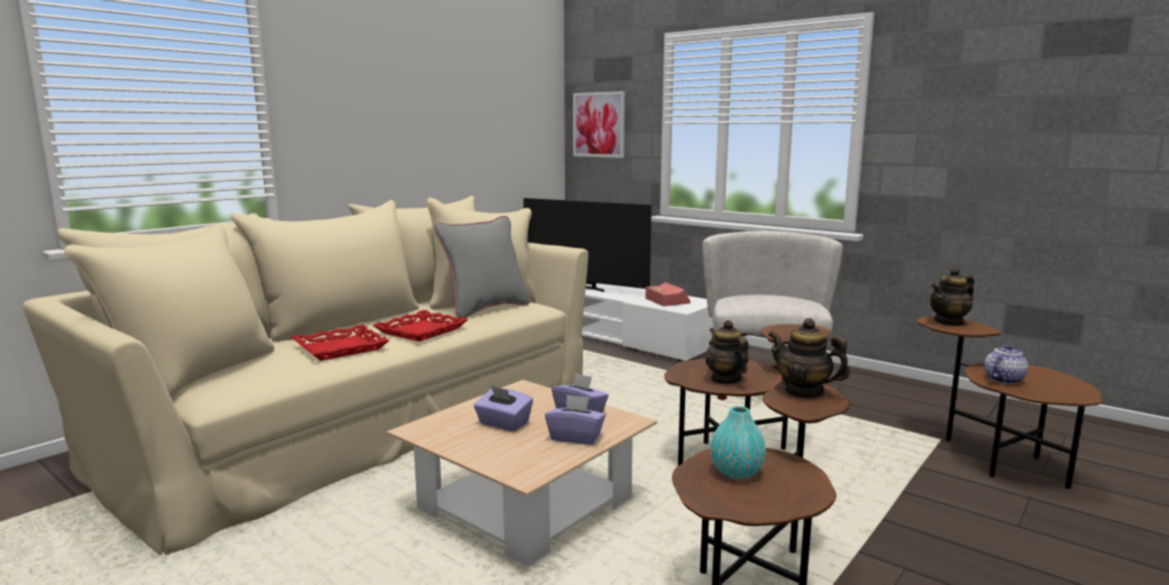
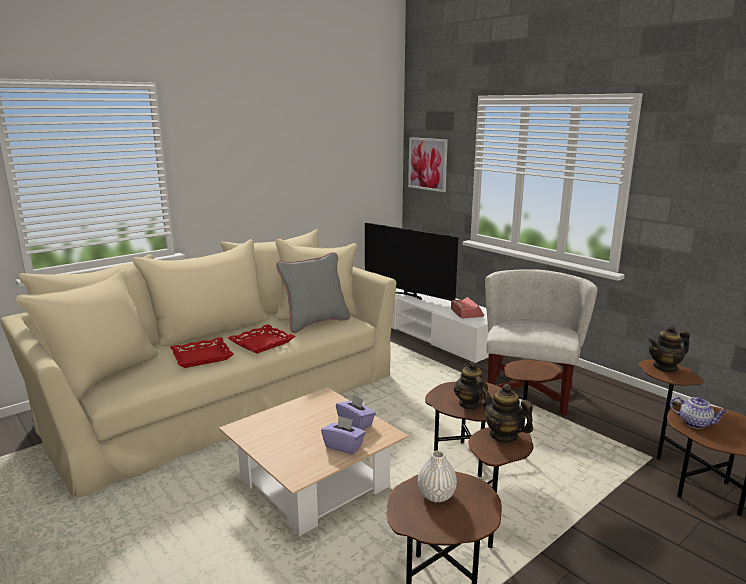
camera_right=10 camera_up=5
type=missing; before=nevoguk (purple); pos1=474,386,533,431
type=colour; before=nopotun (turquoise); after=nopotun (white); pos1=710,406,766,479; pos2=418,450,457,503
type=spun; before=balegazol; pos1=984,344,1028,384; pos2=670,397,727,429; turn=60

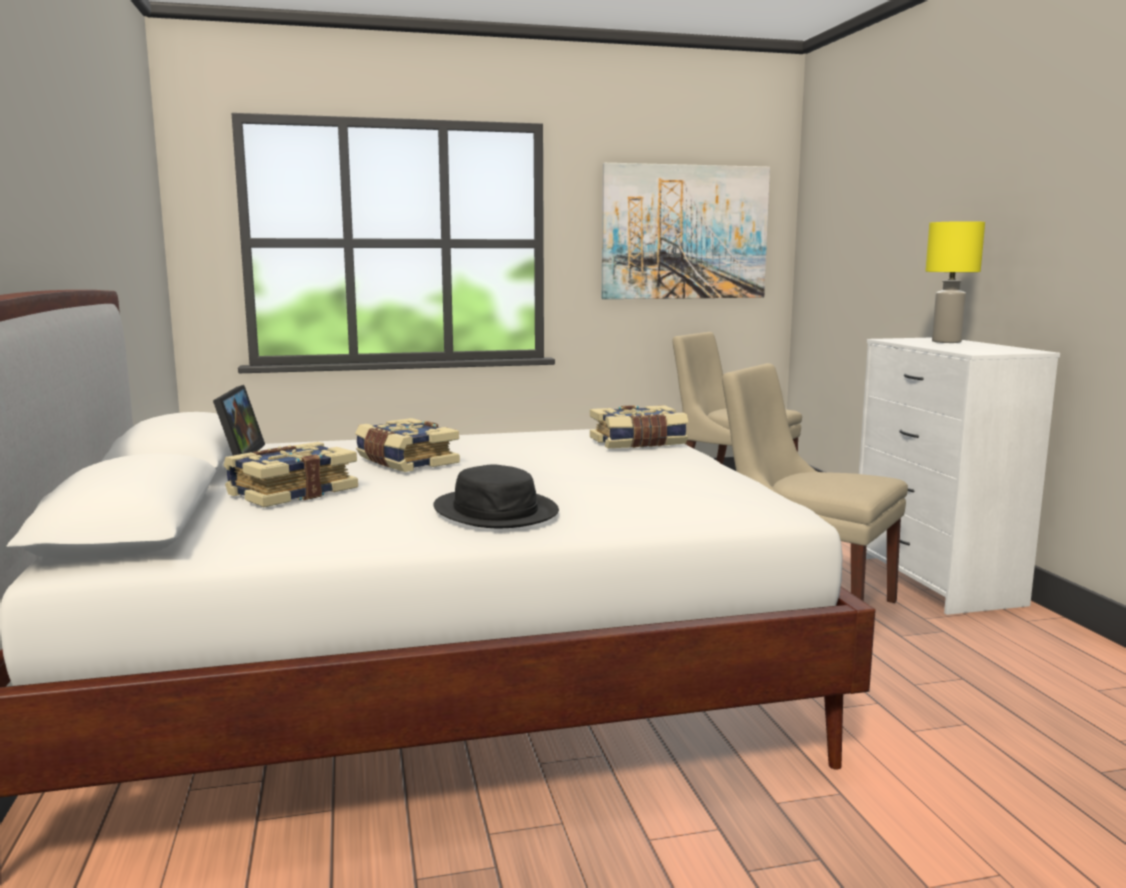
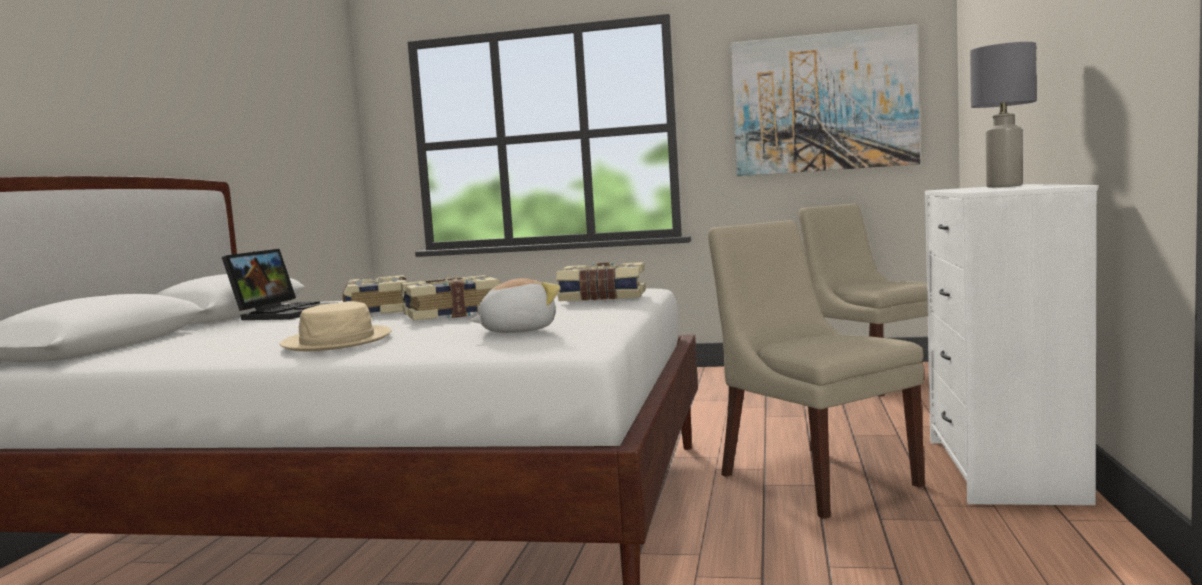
camera_right=25 camera_up=-5
type=relocated; before=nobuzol; pos1=224,442,358,507; pos2=401,275,500,321
type=colour; before=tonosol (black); after=tonosol (beige); pos1=433,464,559,528; pos2=280,301,392,351
type=colour; before=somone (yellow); after=somone (grey); pos1=925,221,985,343; pos2=970,42,1036,188
type=appeared; after=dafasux; pos2=470,278,561,333

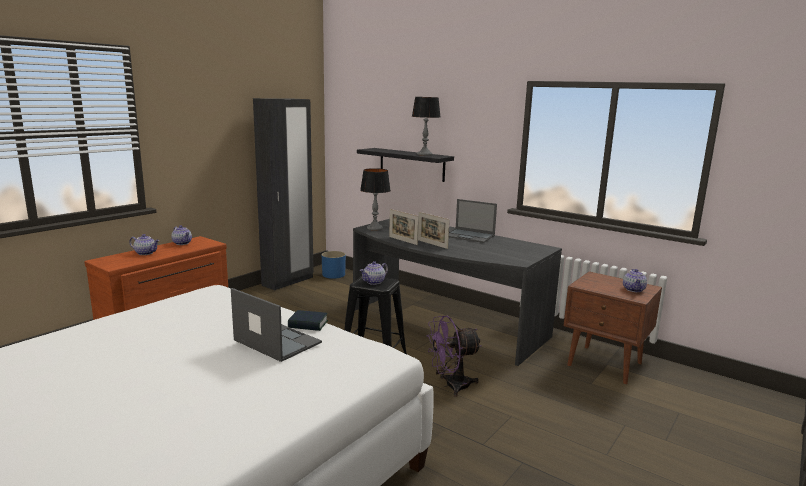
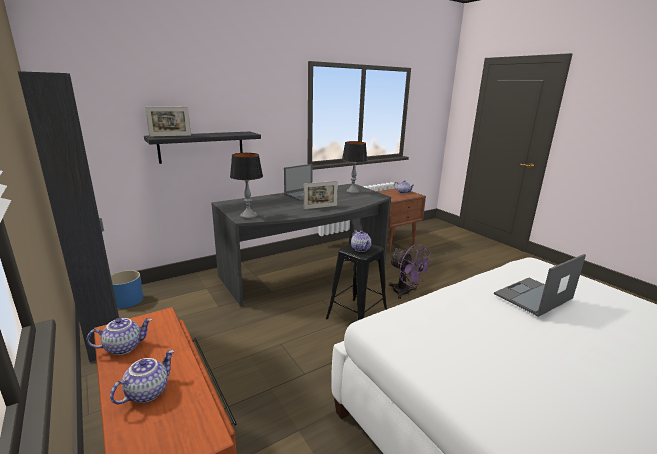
camera_right=-70 camera_up=5
type=missing; before=nobuzol; pos1=288,310,328,331
type=relocated; before=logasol; pos1=389,209,419,245; pos2=145,107,191,136
type=relocated; before=somone; pos1=412,97,440,156; pos2=342,141,367,194
type=spun; before=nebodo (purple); pos1=426,316,482,397; pos2=389,244,432,299; turn=-45

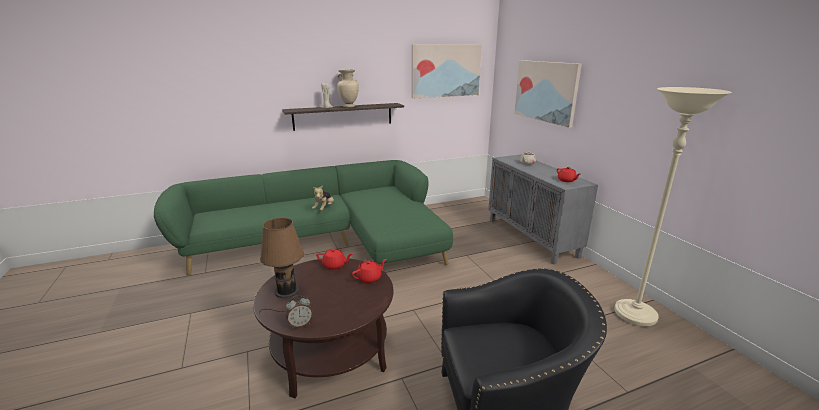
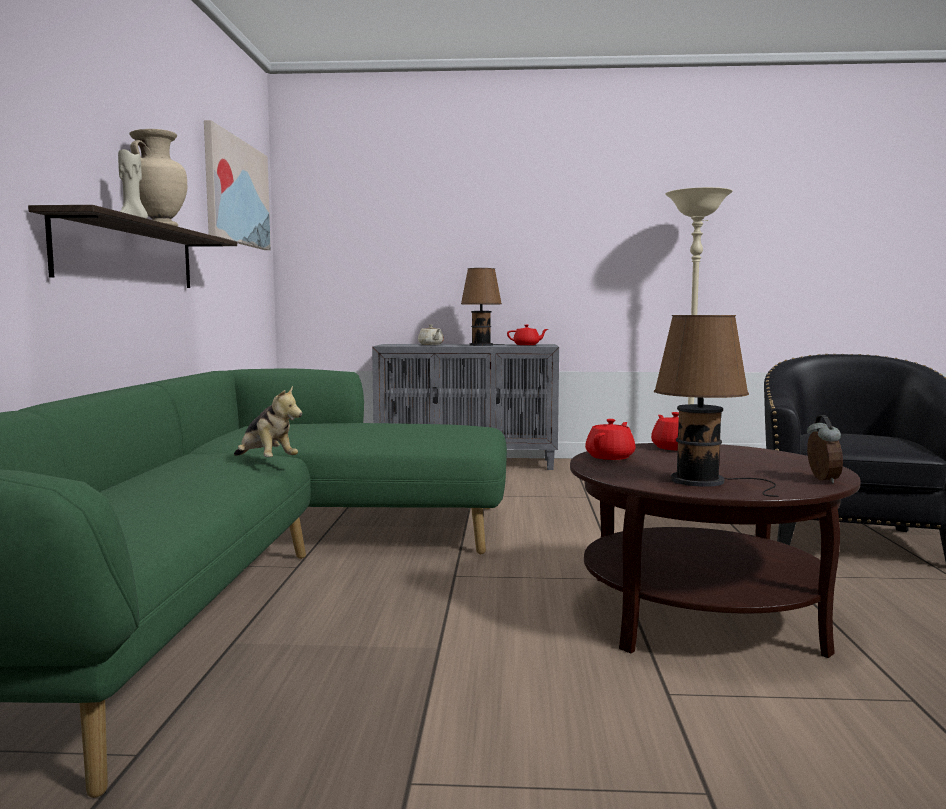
camera_right=-65 camera_up=-15
type=missing; before=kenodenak; pos1=514,60,582,128
type=appeared; after=somone (brown); pos2=461,268,503,346

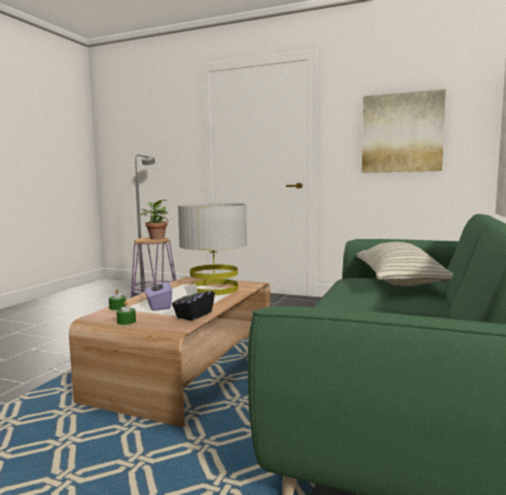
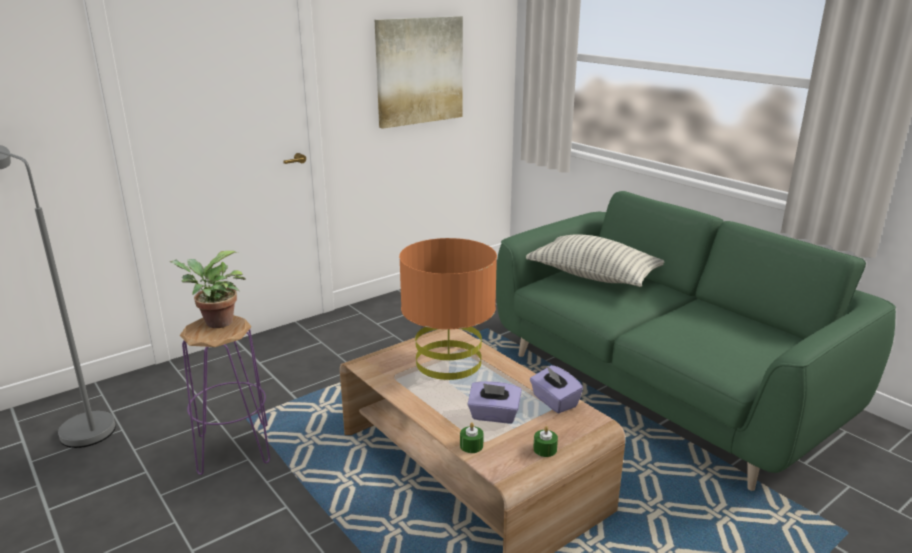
camera_right=-60 camera_up=15
type=colour; before=nevoguk (black); after=nevoguk (purple); pos1=172,283,215,320; pos2=530,365,583,413
type=colour; before=somone (grey); after=somone (orange); pos1=178,203,247,295; pos2=399,238,497,380

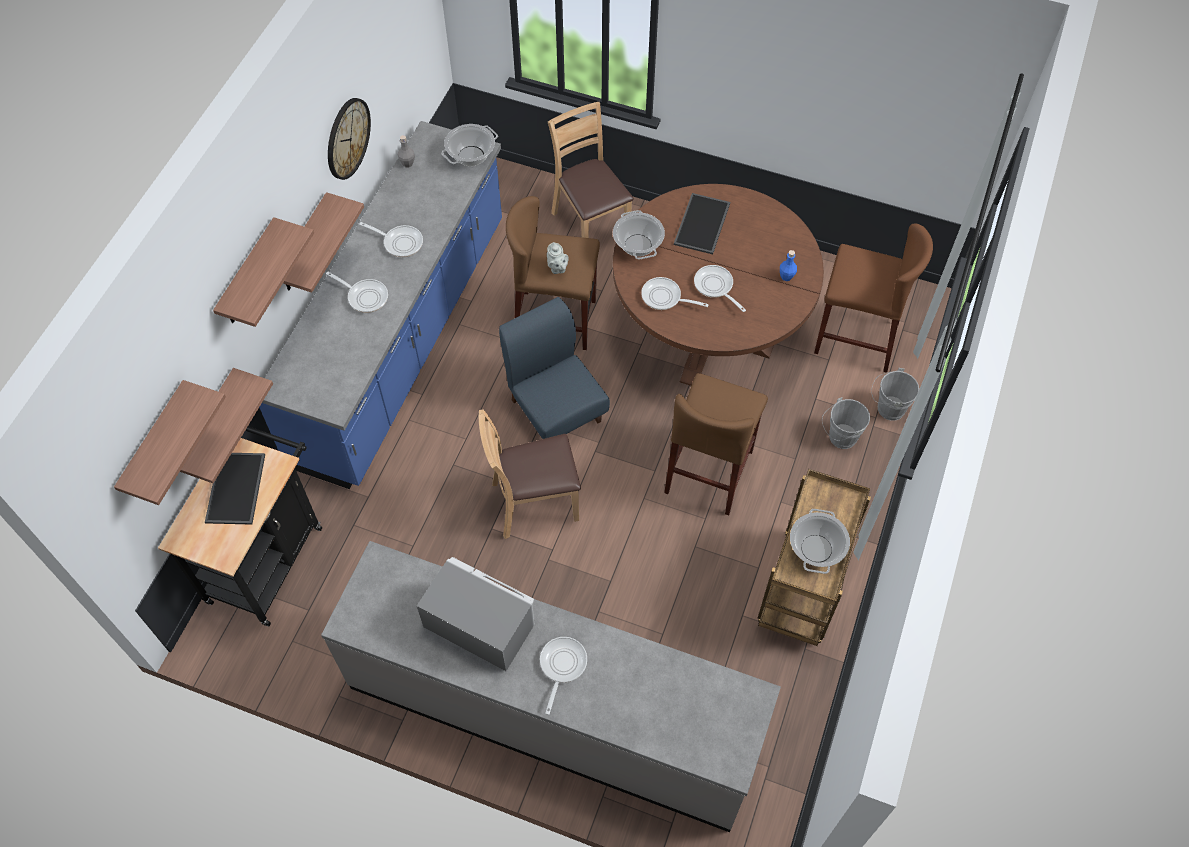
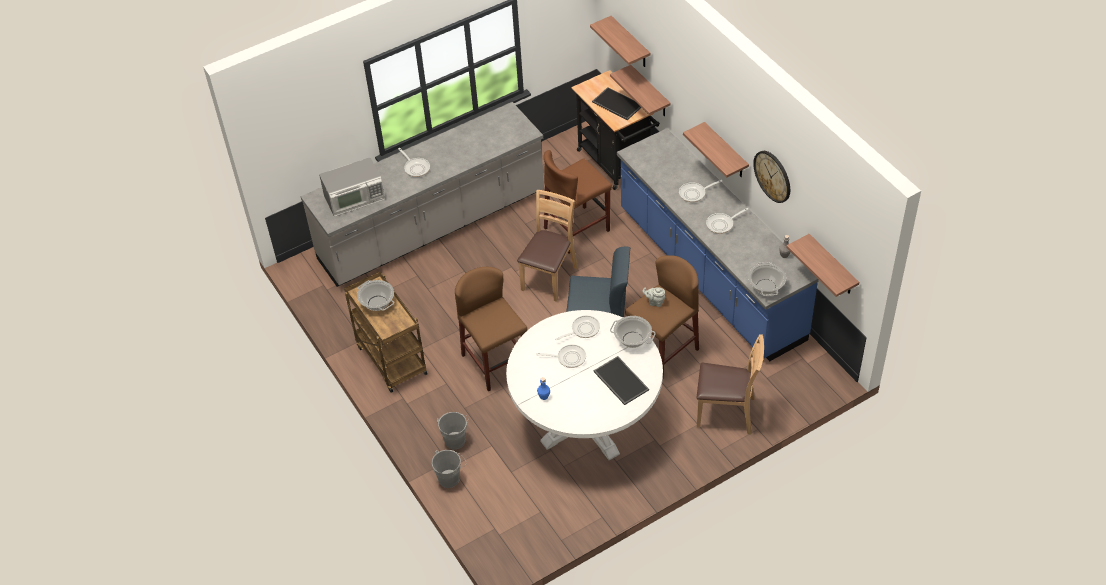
camera_right=130 camera_up=-10
type=relocated; before=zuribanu; pos1=213,217,314,327; pos2=786,234,859,297
type=relocated; before=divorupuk; pos1=417,557,535,671; pos2=319,157,385,217
type=colour; before=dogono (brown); after=dogono (white); pos1=613,184,824,386; pos2=506,310,663,460
type=relocated; before=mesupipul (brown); pos1=814,224,933,373; pos2=544,150,612,253

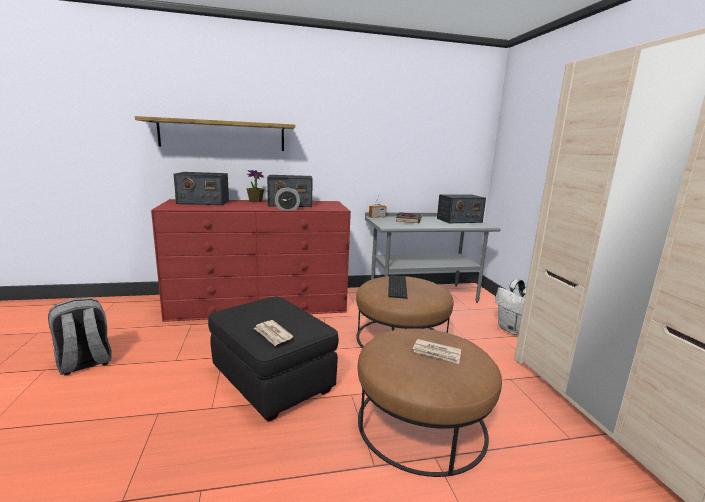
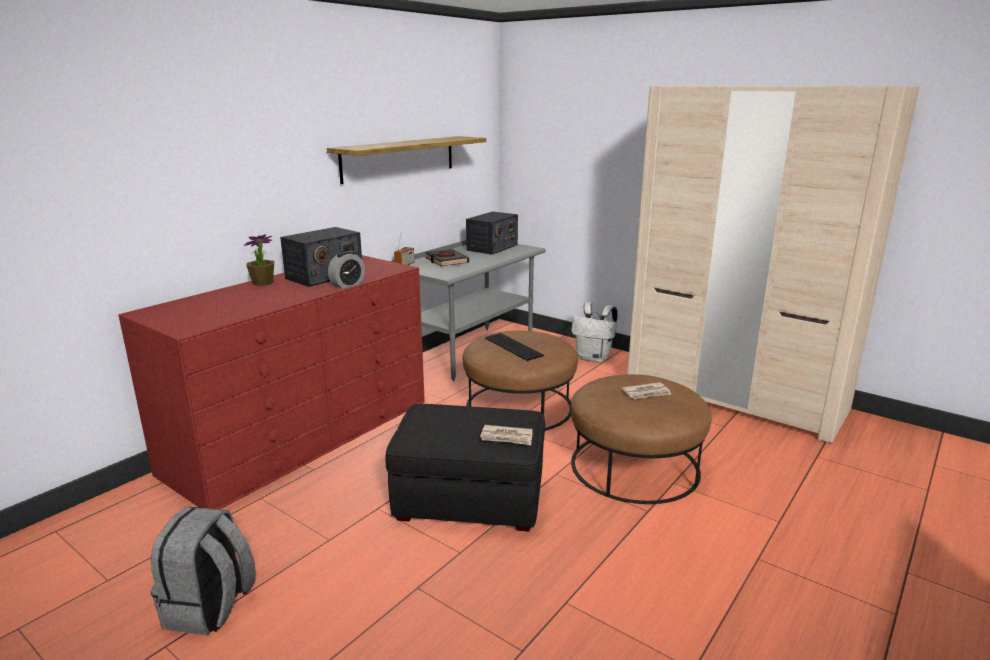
camera_right=-40 camera_up=5
type=relocated; before=zuribanu; pos1=135,116,295,151; pos2=327,136,486,184
type=missing; before=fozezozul; pos1=174,172,229,205

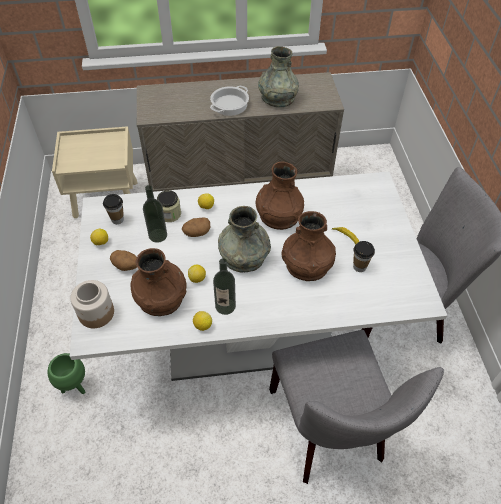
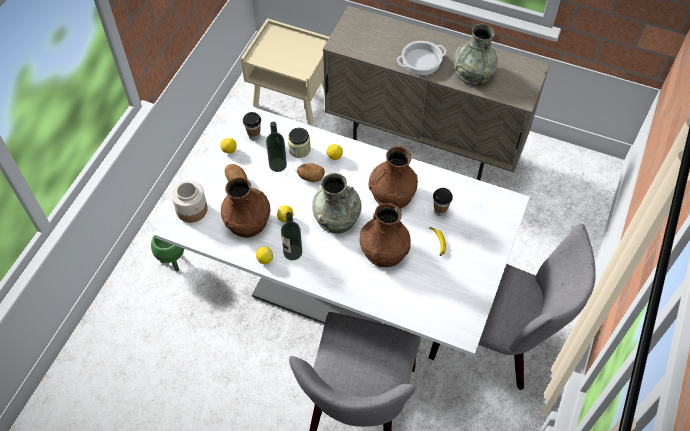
camera_right=30 camera_up=5
type=relocated; before=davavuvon; pos1=353,241,375,272; pos2=433,188,453,216

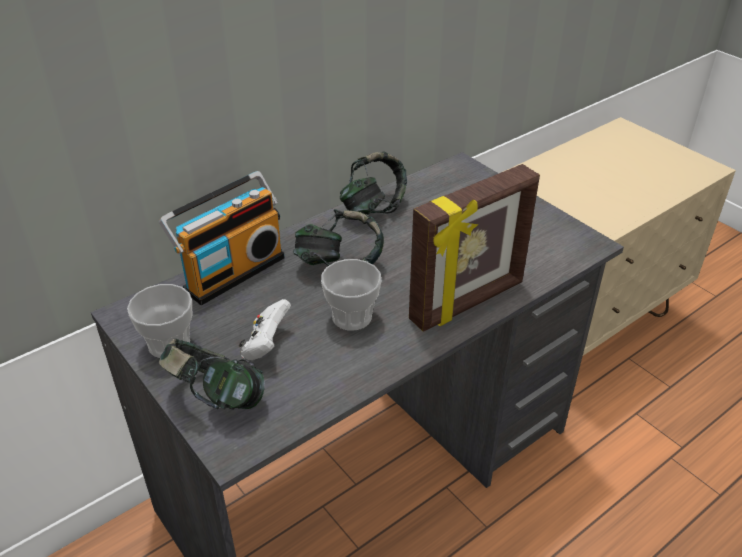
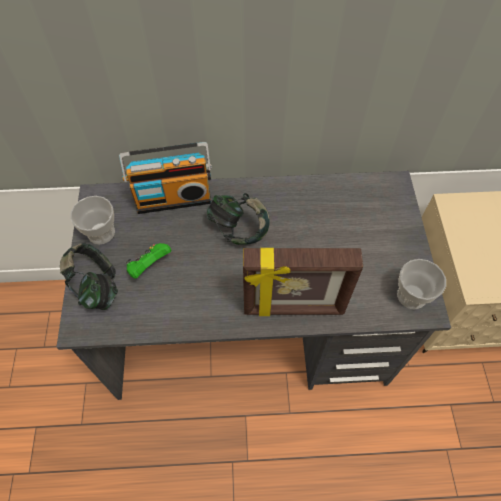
camera_right=35 camera_up=20
type=colour; before=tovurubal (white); after=tovurubal (green); pos1=239,299,291,360; pos2=126,243,172,279
type=relocated; before=davavuvon; pos1=321,259,381,331; pos2=397,259,446,310
type=missing; before=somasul; pos1=340,151,407,215

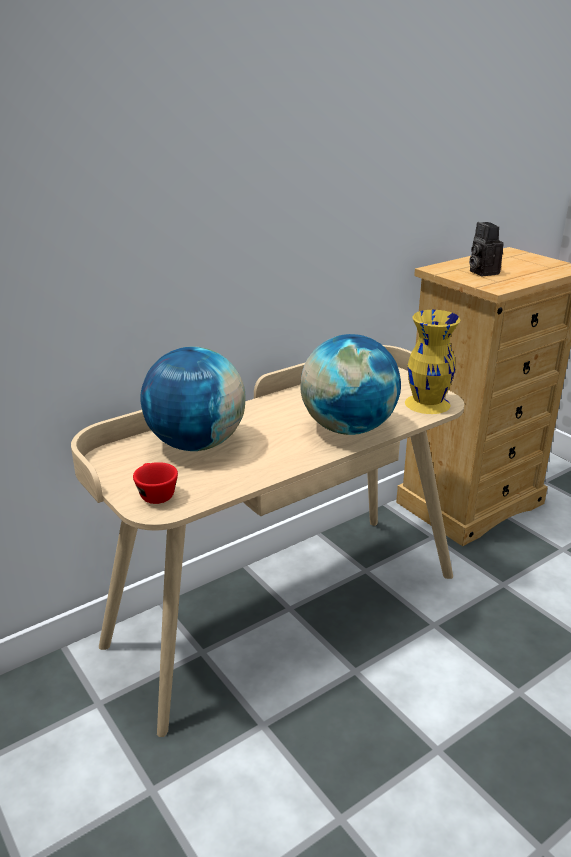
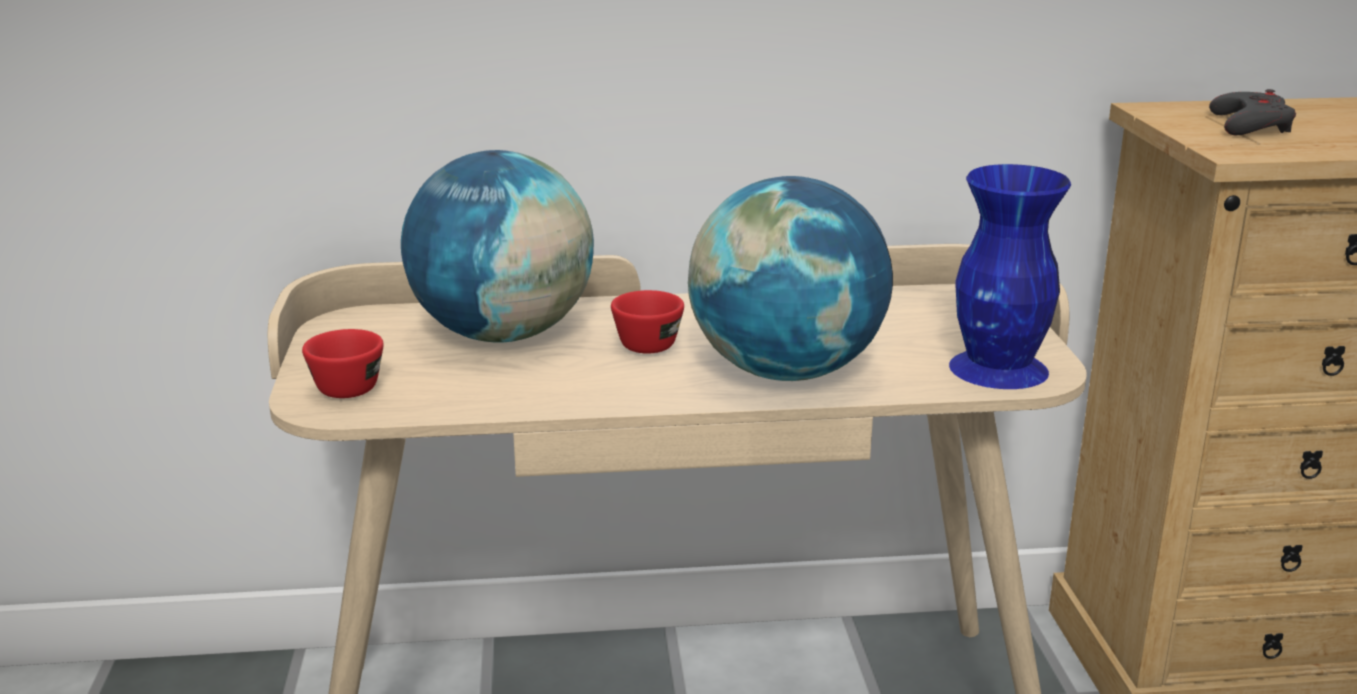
camera_right=30 camera_up=-5
type=colour; before=nopotun (yellow); after=nopotun (blue); pos1=405,310,460,414; pos2=949,164,1071,389
type=exchanged; before=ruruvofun; after=tovurubal (grey); pos1=469,222,504,276; pos2=1209,89,1296,135
type=appeared; after=davavuvon (red); pos2=611,290,684,353

